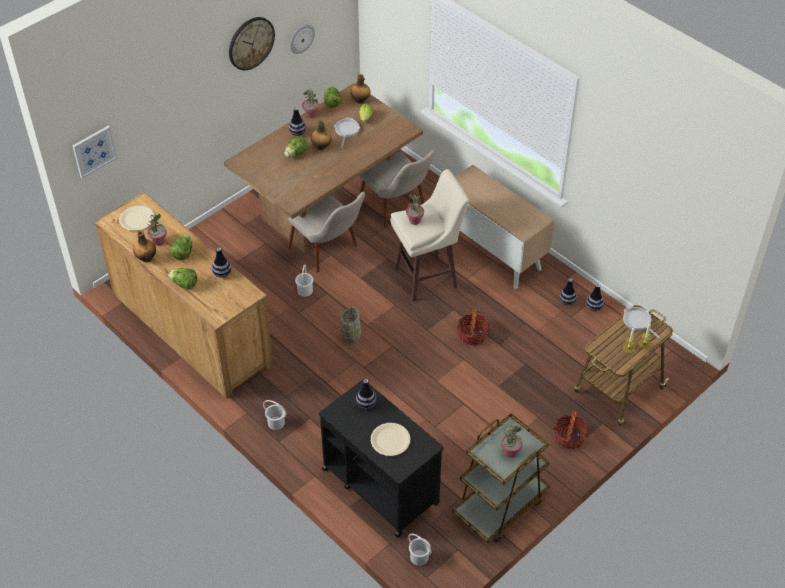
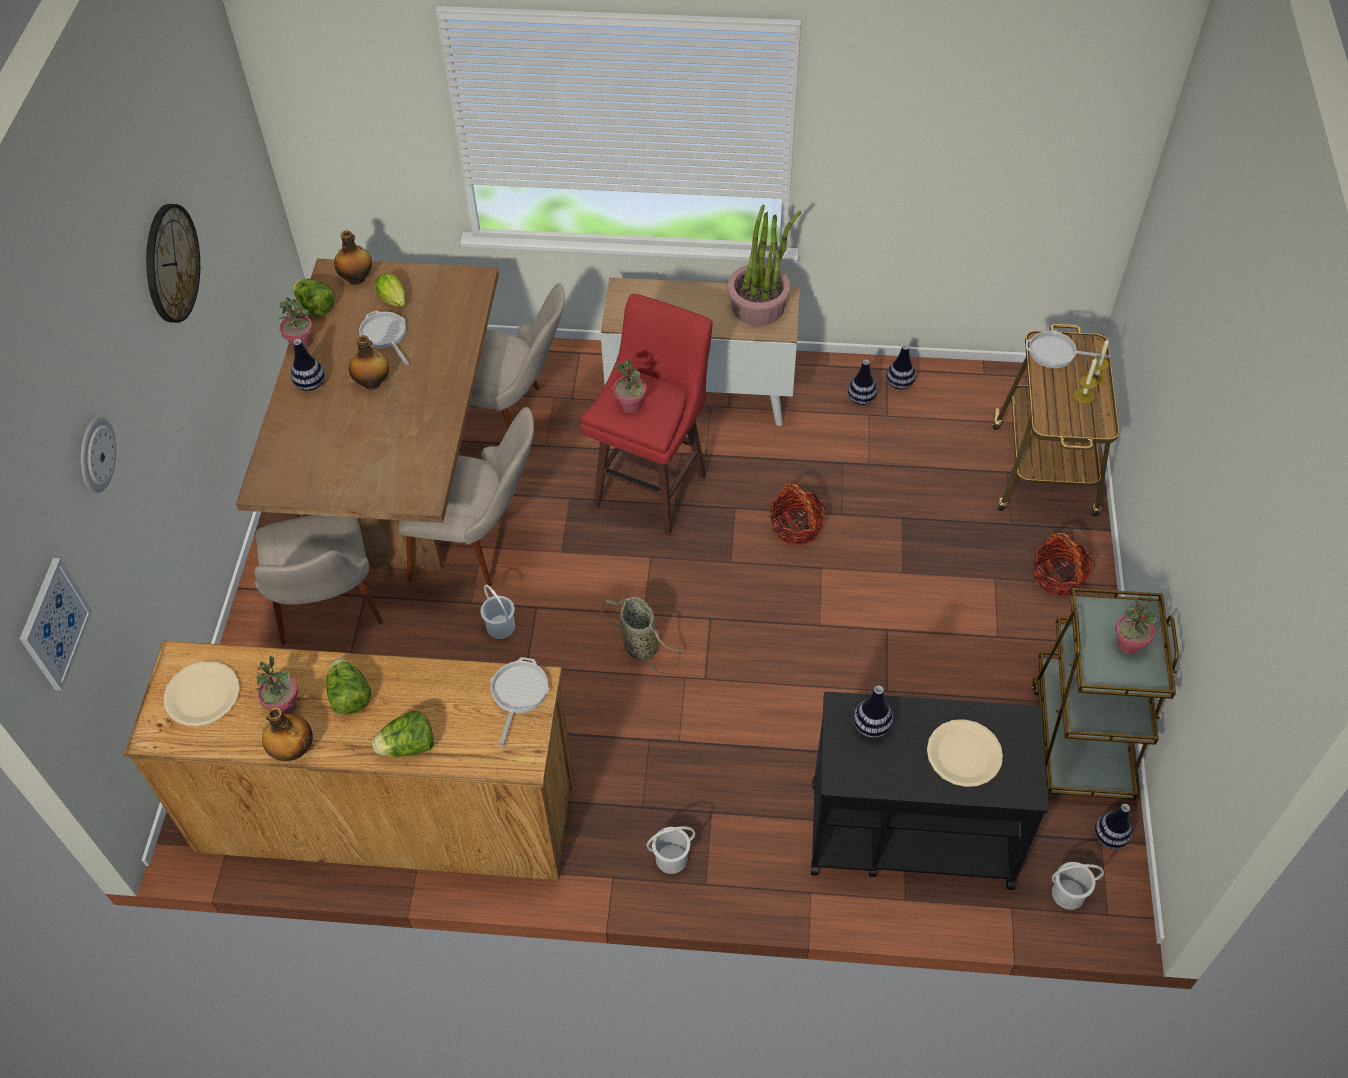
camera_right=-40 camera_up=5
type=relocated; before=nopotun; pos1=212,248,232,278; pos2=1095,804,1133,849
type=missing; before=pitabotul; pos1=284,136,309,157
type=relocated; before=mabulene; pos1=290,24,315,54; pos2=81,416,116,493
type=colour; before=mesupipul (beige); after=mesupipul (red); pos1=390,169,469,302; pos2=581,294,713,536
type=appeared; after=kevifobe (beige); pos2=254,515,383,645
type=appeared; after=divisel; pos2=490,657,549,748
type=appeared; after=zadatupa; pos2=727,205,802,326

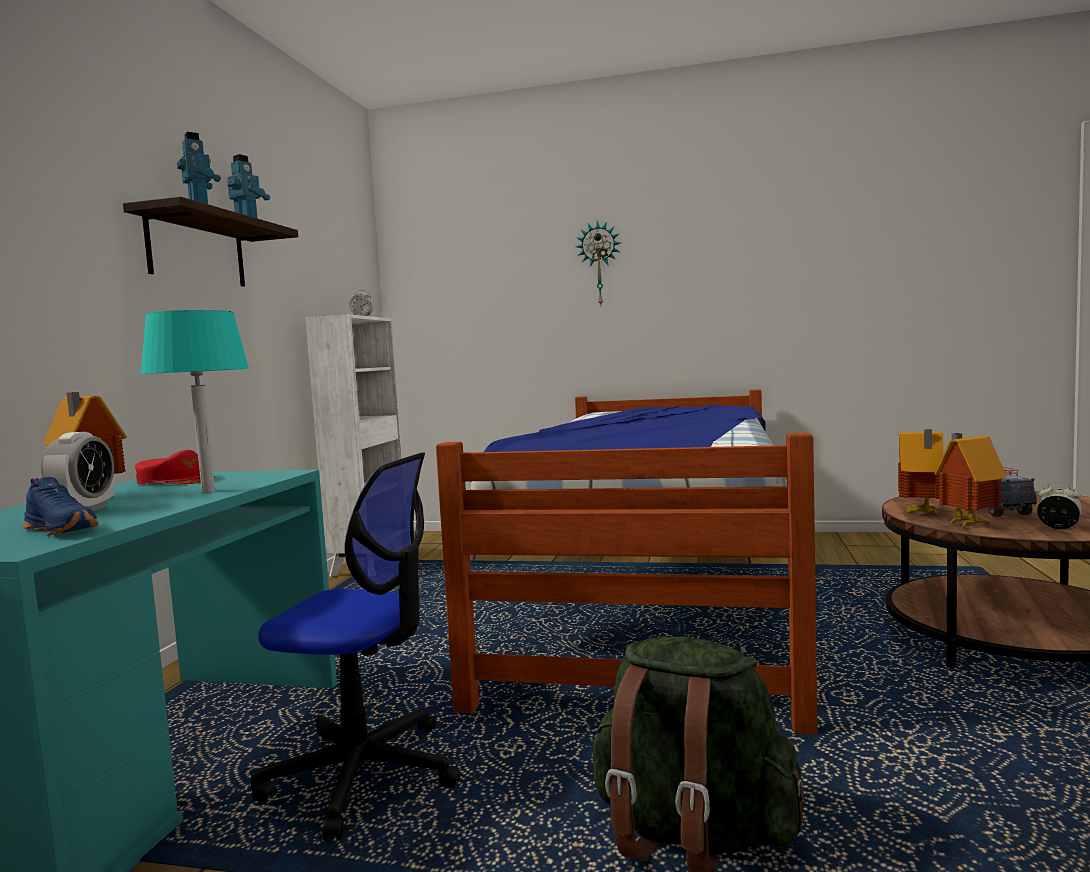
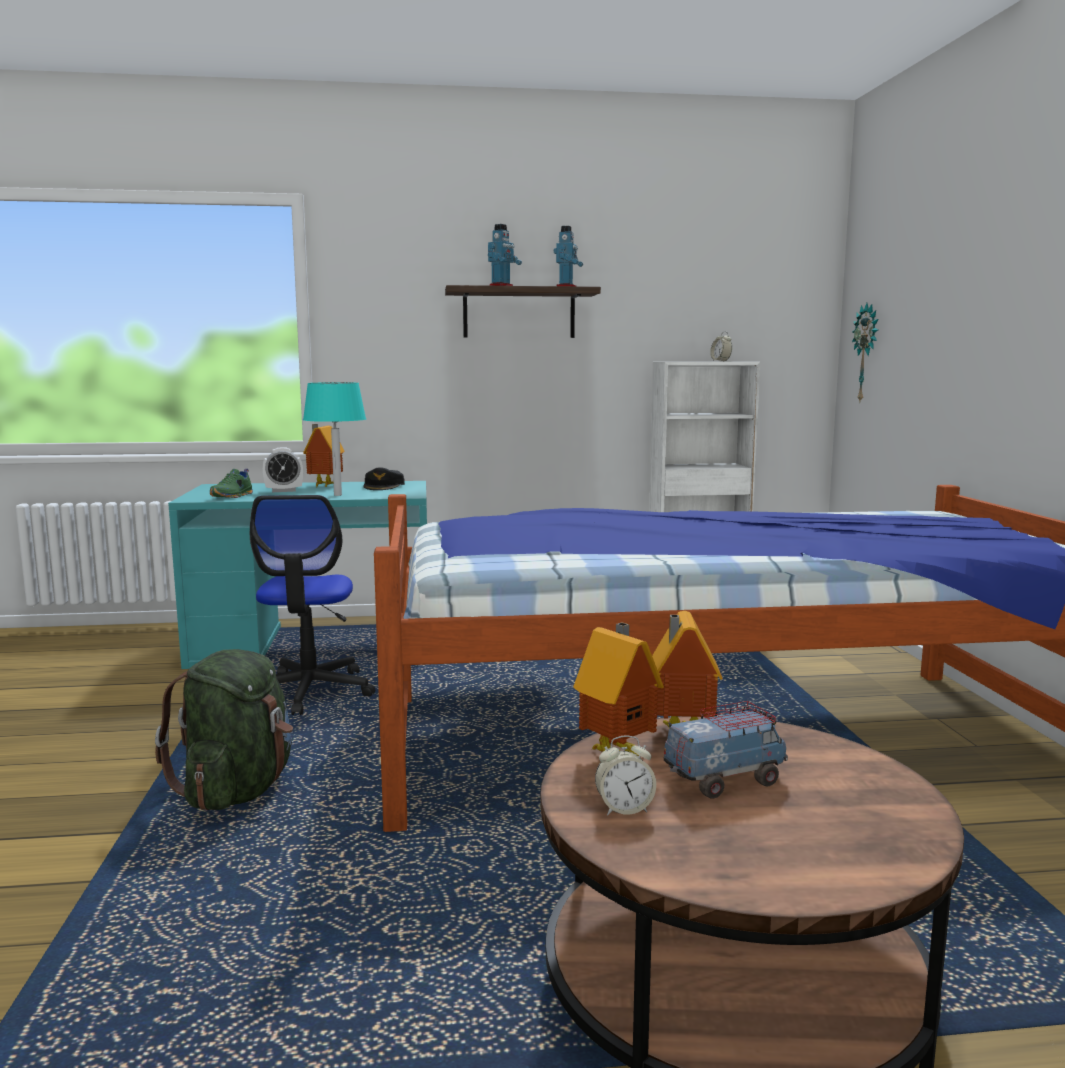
camera_right=70 camera_up=5
type=colour; before=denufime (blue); after=denufime (green); pos1=23,477,99,536; pos2=210,469,253,498
type=colour; before=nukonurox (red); after=nukonurox (black); pos1=135,450,215,484; pos2=363,467,405,490
type=relocated; before=mabulene; pos1=576,220,621,305; pos2=852,303,878,401
type=spun; before=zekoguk; pos1=1037,481,1083,529; pos2=595,735,656,815; turn=60

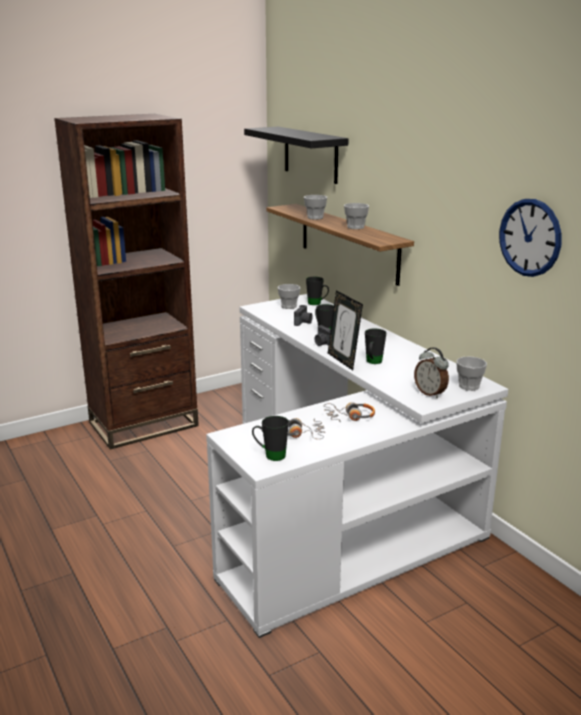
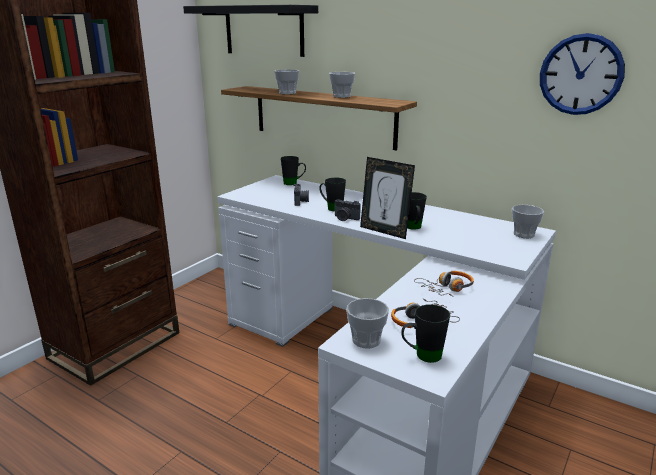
camera_right=-25 camera_up=0
type=relocated; before=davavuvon; pos1=277,284,300,309; pos2=346,298,389,349
type=missing; before=zekoguk; pos1=414,347,449,398

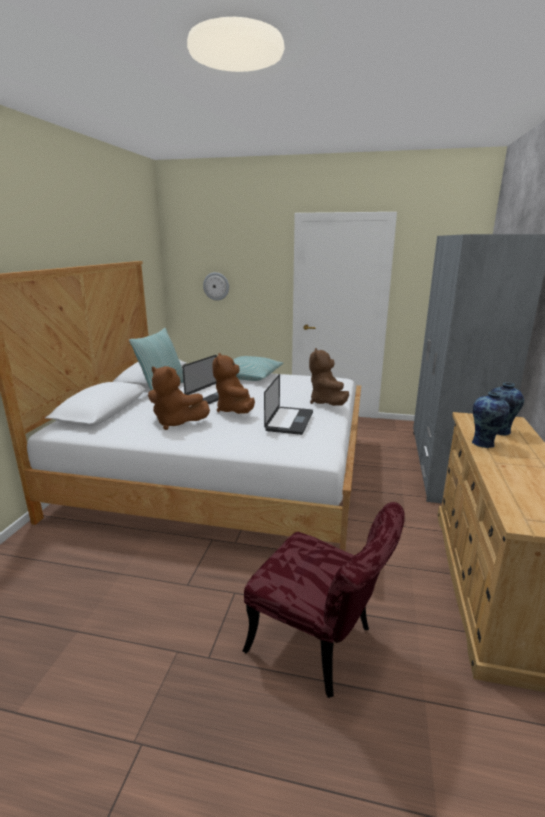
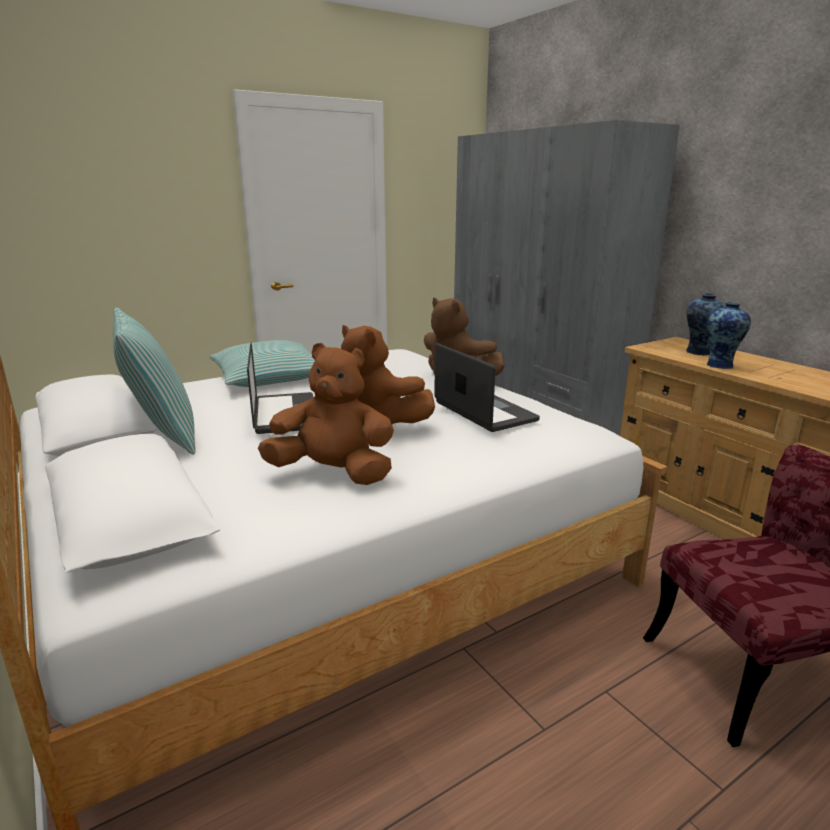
camera_right=-45 camera_up=0
type=spun; before=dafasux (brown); pos1=148,366,210,430; pos2=258,343,394,485; turn=-150
type=missing; before=mabulene; pos1=203,272,229,301

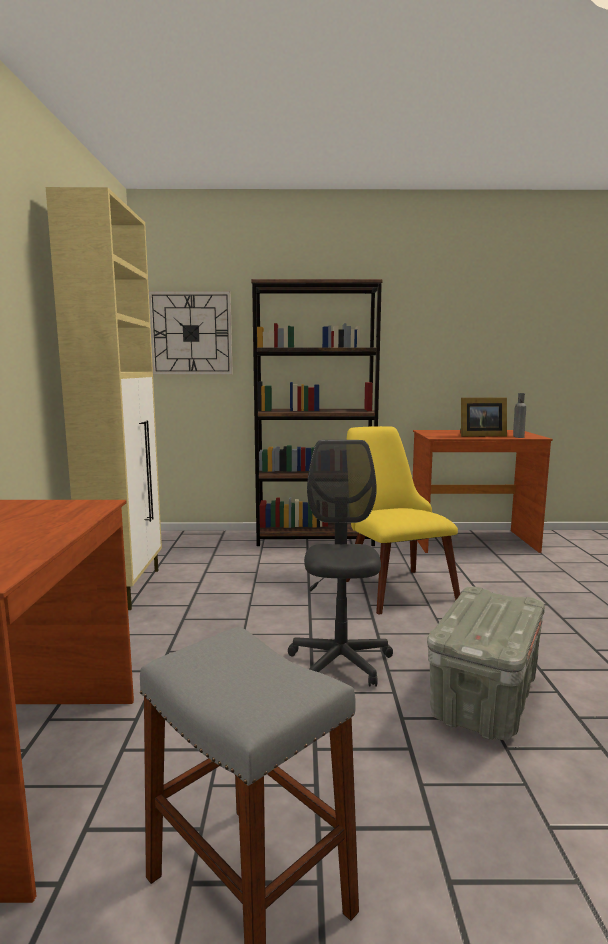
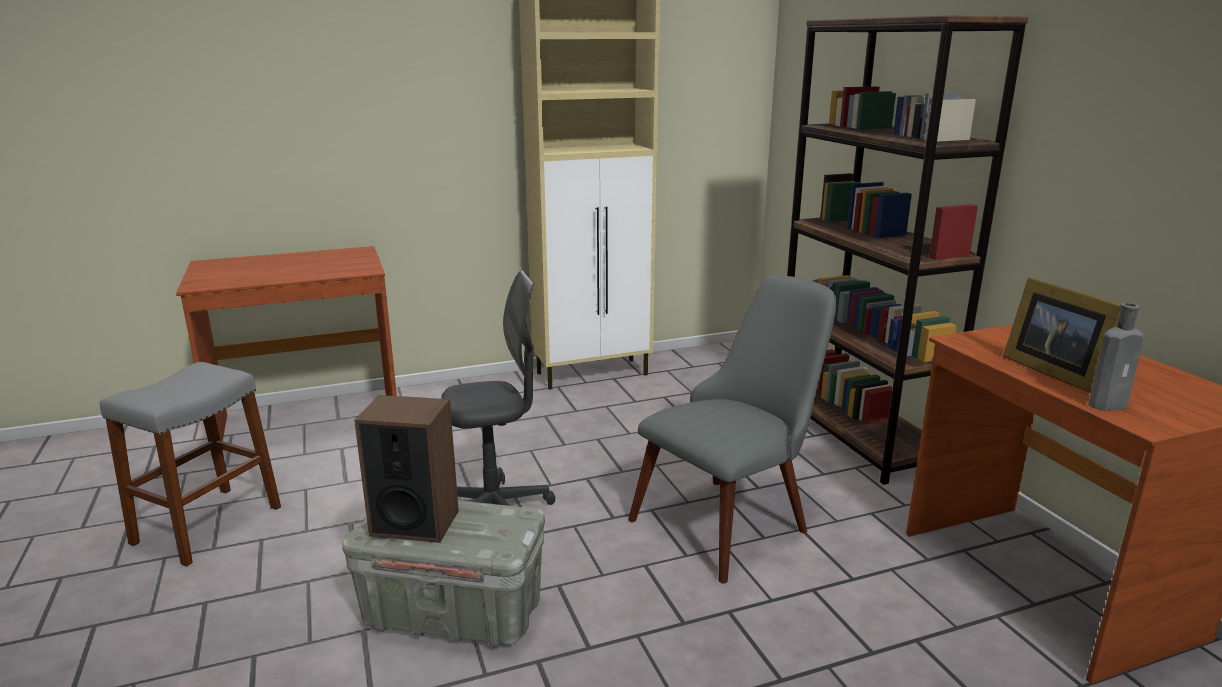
camera_right=70 camera_up=10
type=missing; before=mabulene; pos1=149,291,233,375
type=colour; before=kevifobe (yellow); after=kevifobe (grey); pos1=346,426,460,614; pos2=628,275,837,584
type=appeared; after=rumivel; pos2=354,395,459,543

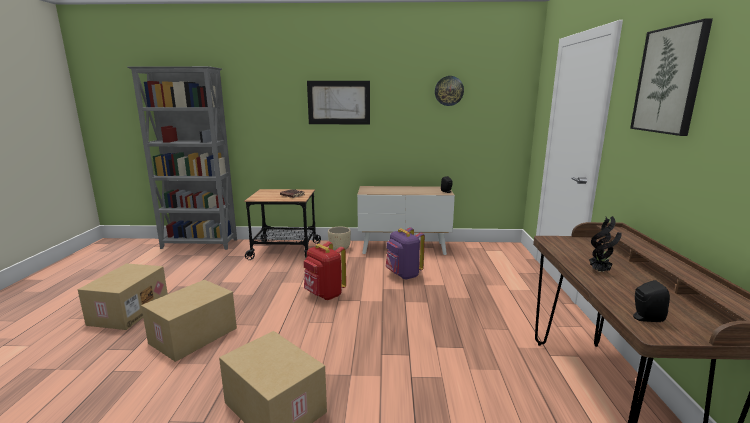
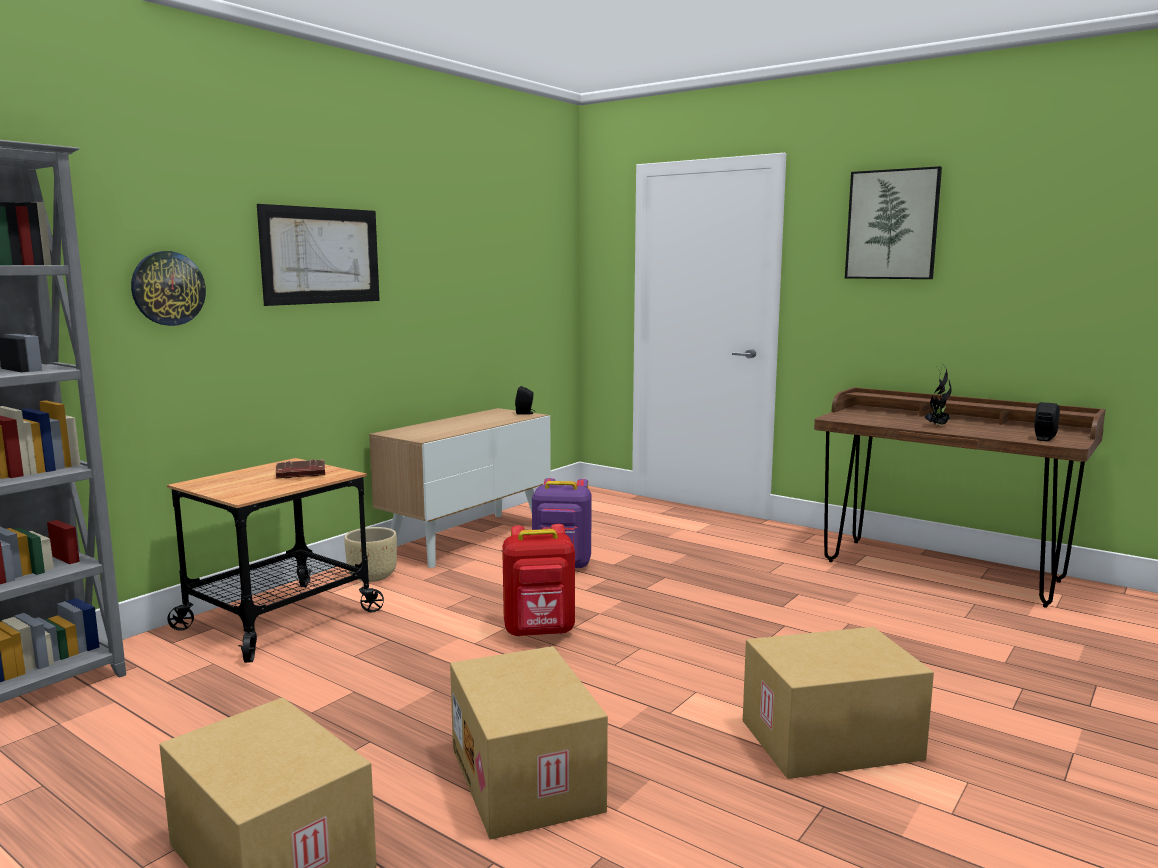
camera_right=-55 camera_up=-5
type=relocated; before=mabulene; pos1=435,76,464,106; pos2=131,251,206,326

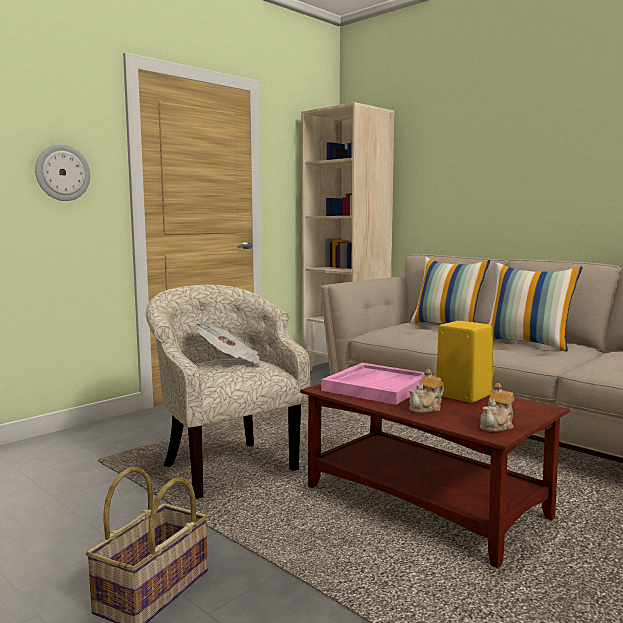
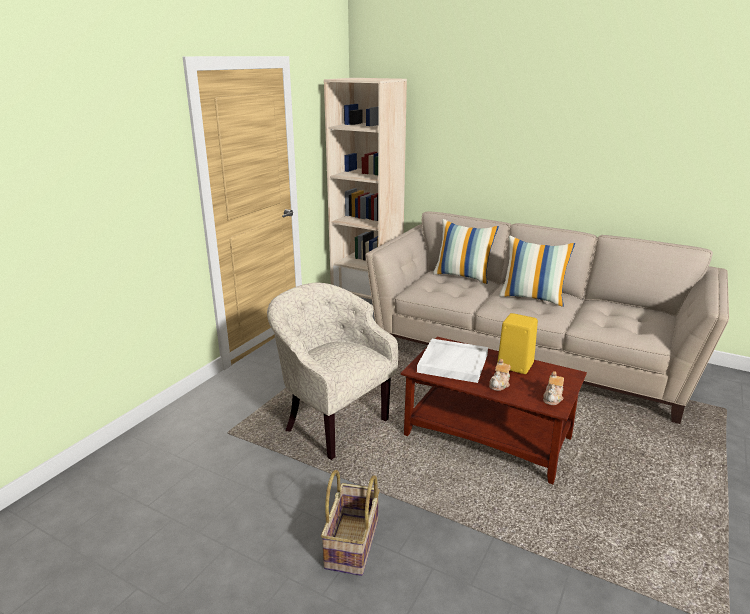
camera_right=-15 camera_up=15
type=missing; before=mabulene; pos1=35,144,90,201
type=missing; before=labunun; pos1=195,323,262,365
type=colour; before=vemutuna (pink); after=vemutuna (white); pos1=321,363,432,405; pos2=417,339,488,383

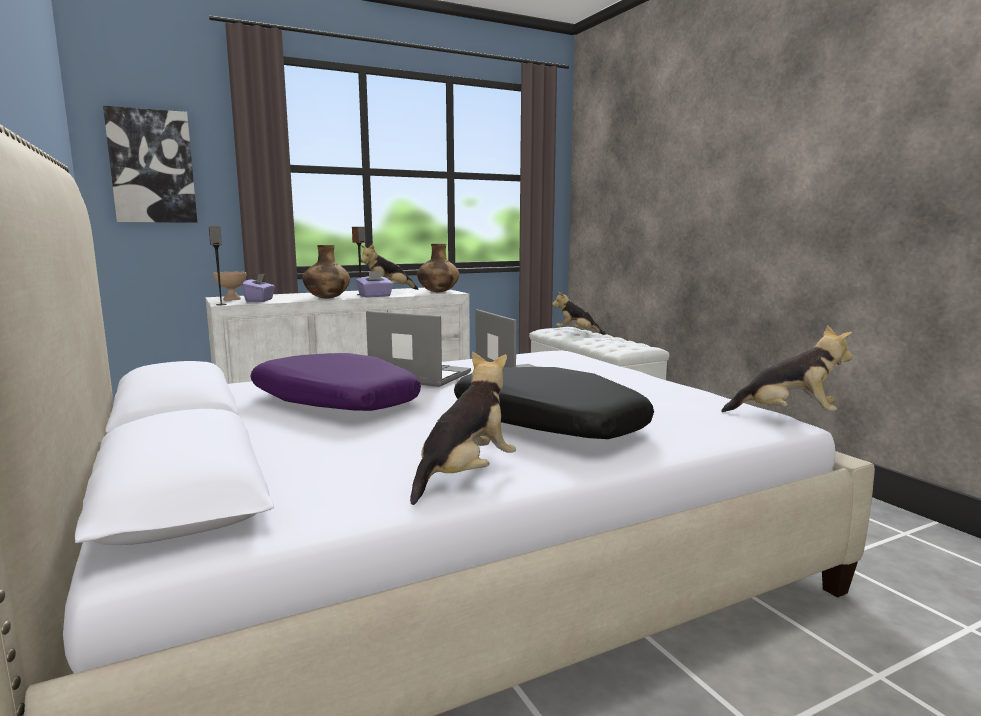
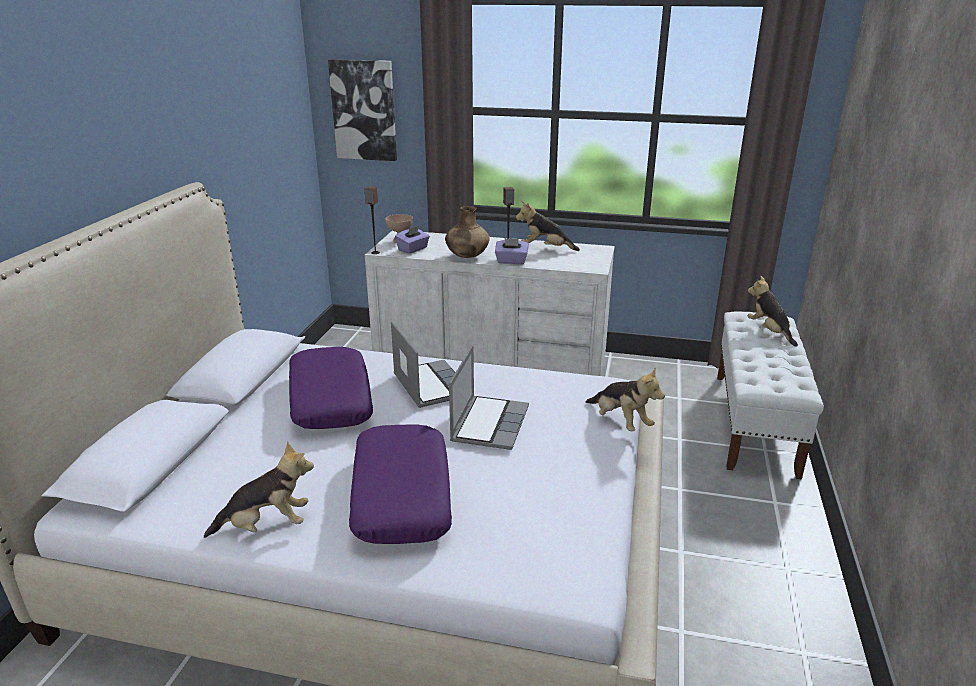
camera_right=40 camera_up=15
type=missing; before=nopotun (brown); pos1=417,244,460,292
type=colour; before=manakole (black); after=manakole (purple); pos1=454,367,654,439; pos2=349,425,452,544
type=relocated; before=dafasux; pos1=721,325,852,412; pos2=585,367,665,431

